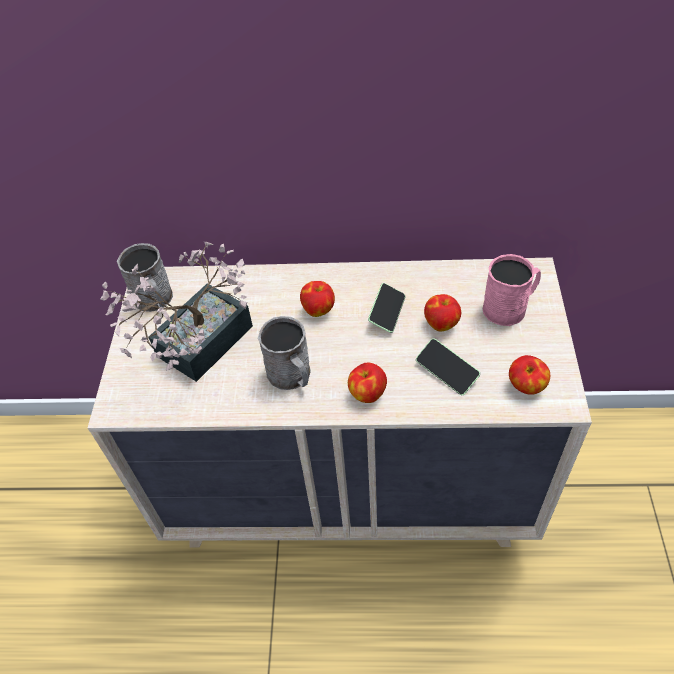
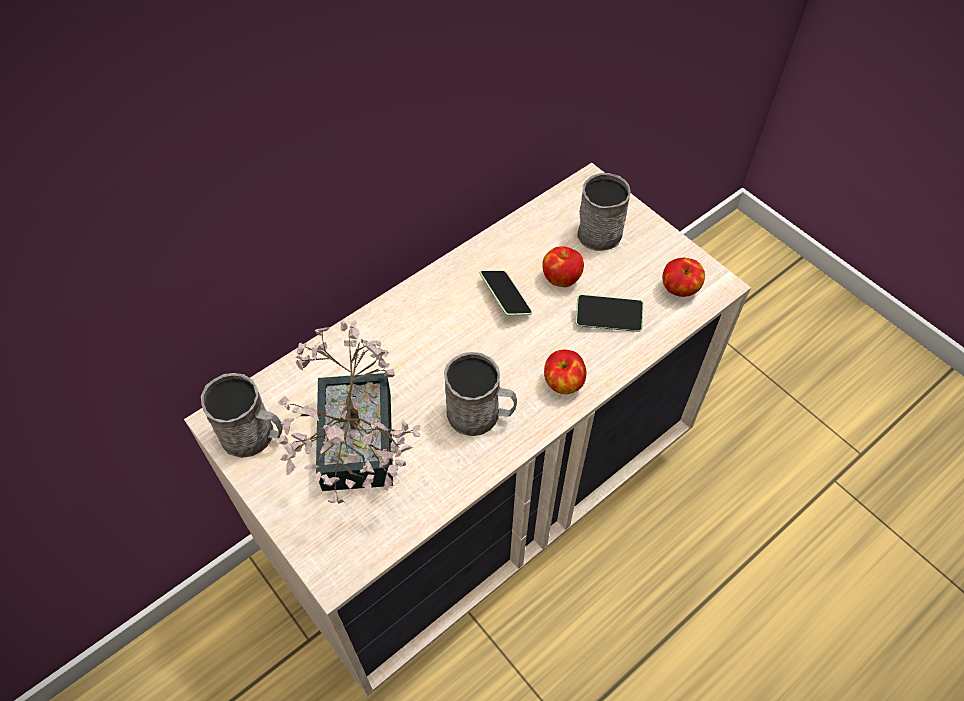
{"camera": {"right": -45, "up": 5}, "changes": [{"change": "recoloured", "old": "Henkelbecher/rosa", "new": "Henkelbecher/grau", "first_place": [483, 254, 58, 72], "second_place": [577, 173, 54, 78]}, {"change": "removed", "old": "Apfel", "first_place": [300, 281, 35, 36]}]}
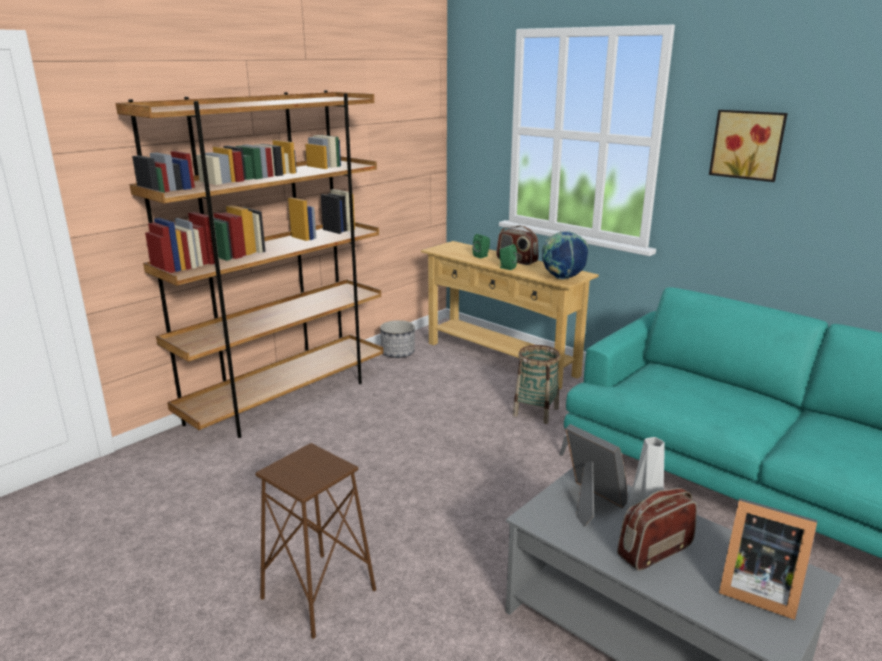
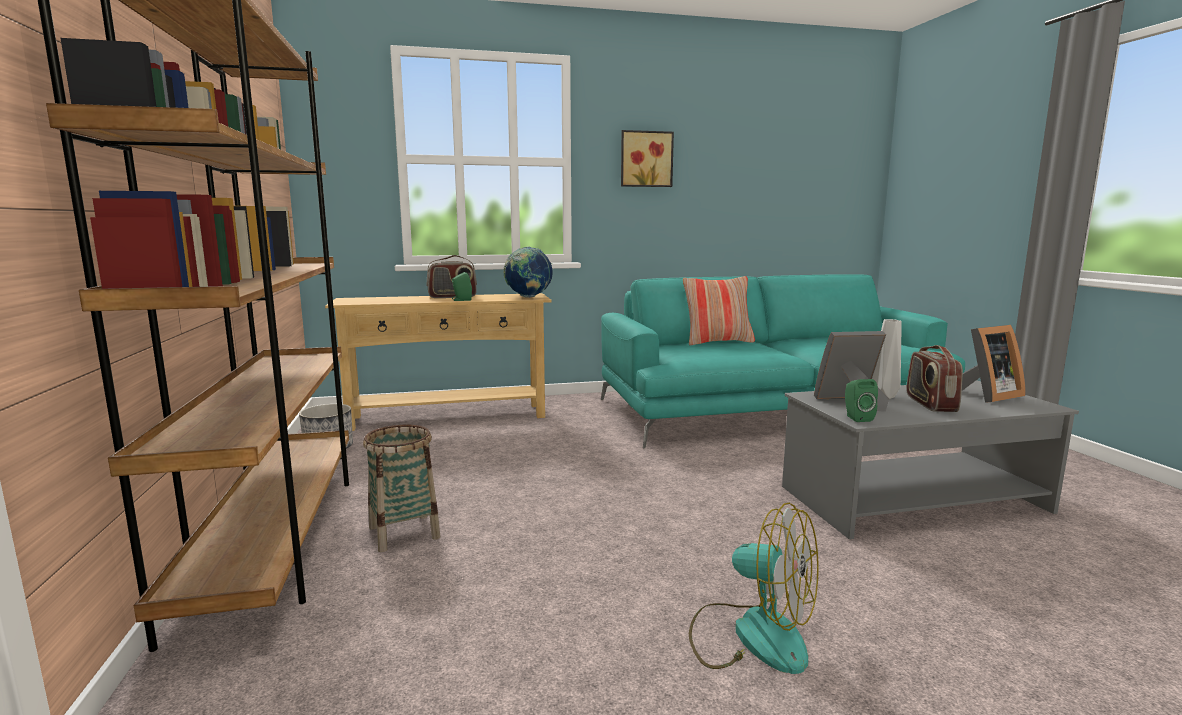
{"camera": {"right": -55, "up": -10}, "changes": [{"change": "moved", "old": "Lautsprecher/grün", "first_place": [472, 234, 18, 24], "second_place": [845, 379, 33, 43]}, {"change": "moved", "old": "Korb", "first_place": [513, 345, 47, 79], "second_place": [363, 424, 77, 128]}, {"change": "replaced", "old": "Hocker/braun", "new": "Ventilator", "first_place": [256, 443, 120, 196], "second_place": [689, 503, 130, 171]}, {"change": "added", "new": "Kissen", "second_place": [683, 276, 72, 69]}]}
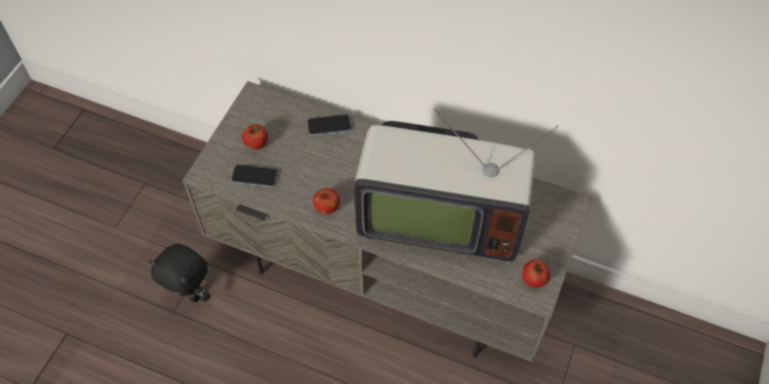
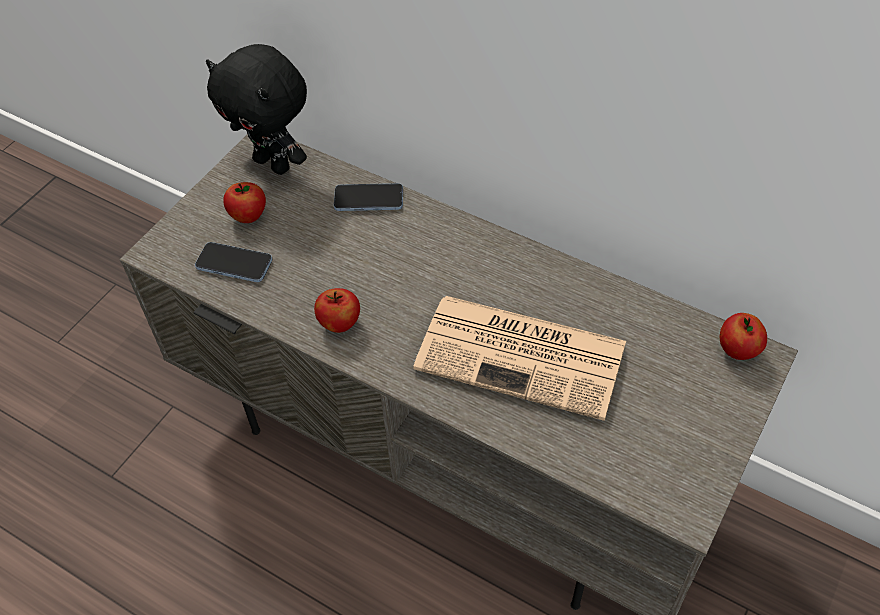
{"camera": {"right": 10, "up": -5}, "changes": [{"change": "replaced", "old": "Fernseher", "new": "Zeitung", "first_place": [354, 108, 204, 153], "second_place": [413, 296, 213, 125]}, {"change": "moved", "old": "Plüschtier/schwarz", "first_place": [149, 244, 62, 58], "second_place": [206, 44, 101, 131]}, {"change": "moved", "old": "Apfel", "first_place": [522, 259, 28, 29], "second_place": [720, 313, 47, 47]}]}
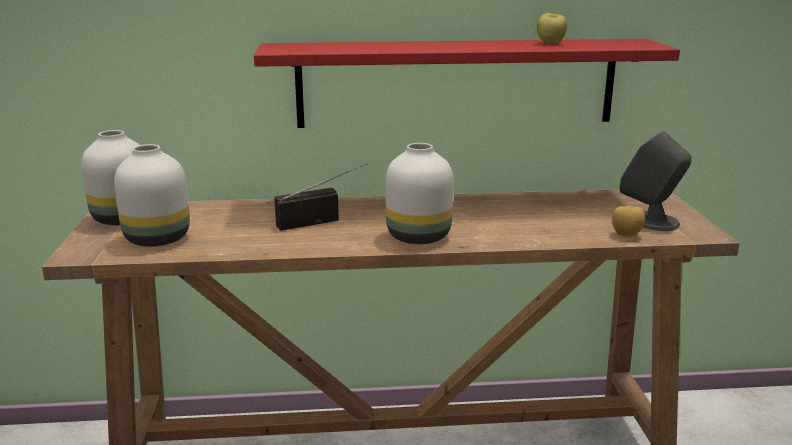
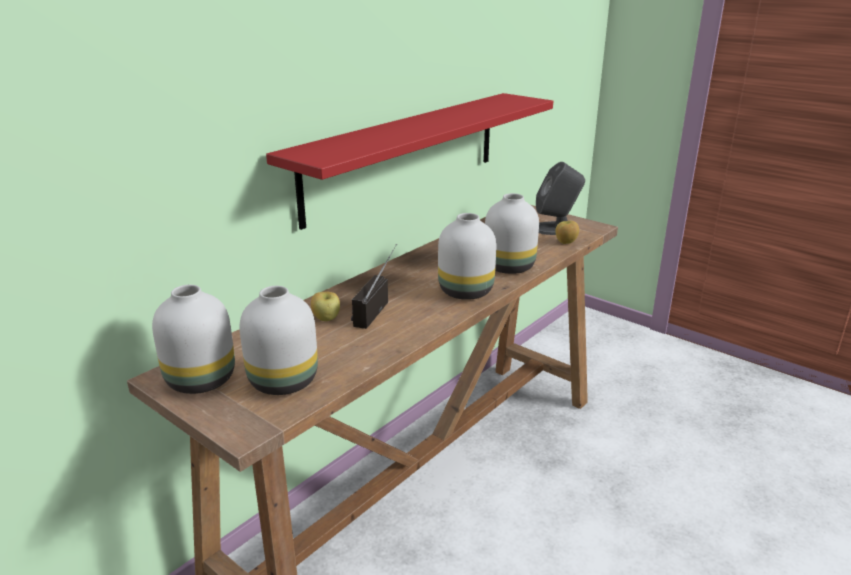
{"camera": {"right": -45, "up": 5}, "changes": [{"change": "moved", "old": "Apfel", "first_place": [537, 13, 30, 31], "second_place": [311, 291, 29, 30]}, {"change": "added", "new": "Vase/weiß", "second_place": [485, 193, 54, 81]}]}
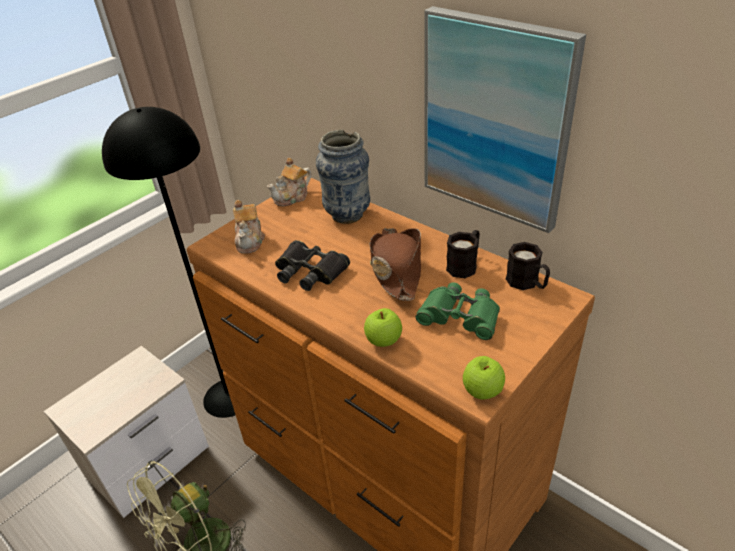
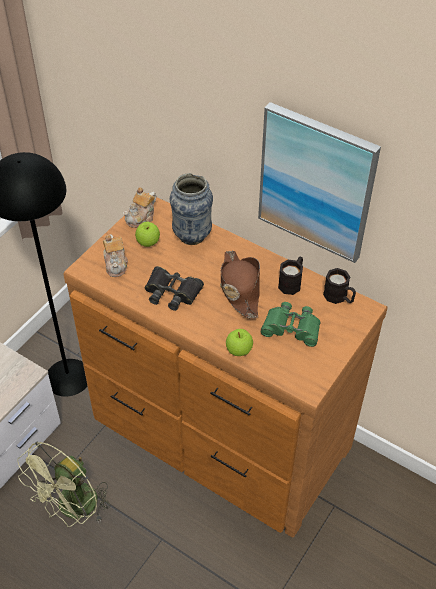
{"camera": {"right": -10, "up": 10}, "changes": [{"change": "moved", "old": "Apfel", "first_place": [463, 356, 42, 44], "second_place": [135, 222, 25, 25]}]}
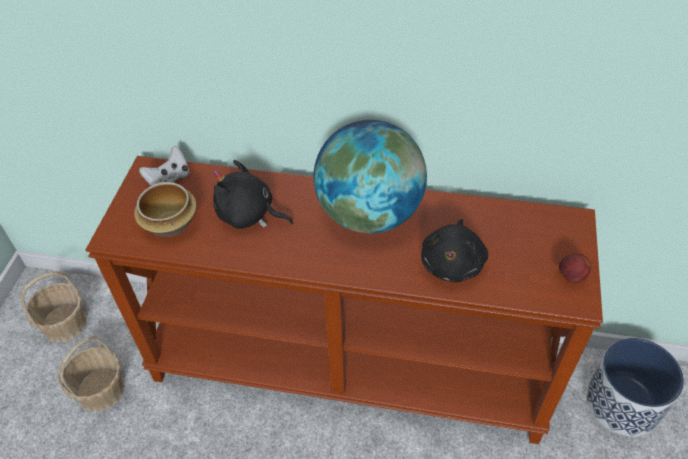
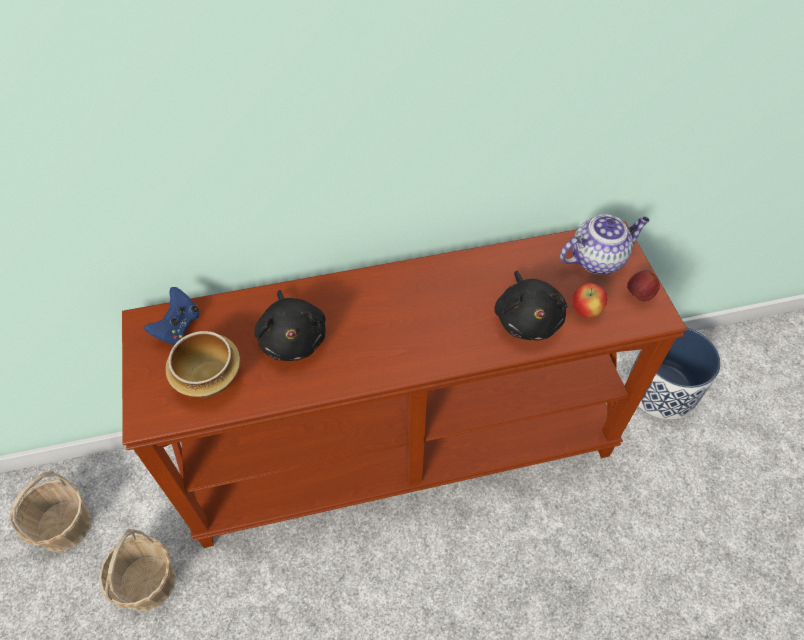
{"camera": {"right": -25, "up": 5}, "changes": [{"change": "removed", "old": "Globus", "first_place": [314, 120, 113, 113]}, {"change": "recoloured", "old": "Gamepad/weiß", "new": "Gamepad/blau", "first_place": [139, 146, 51, 40], "second_place": [144, 287, 56, 58]}, {"change": "turned", "old": "Plüschtier/schwarz", "first_place": [213, 160, 80, 69], "second_place": [254, 290, 71, 71], "degrees": -105}, {"change": "added", "new": "Teekanne", "second_place": [560, 214, 90, 60]}, {"change": "added", "new": "Apfel", "second_place": [572, 283, 35, 35]}]}
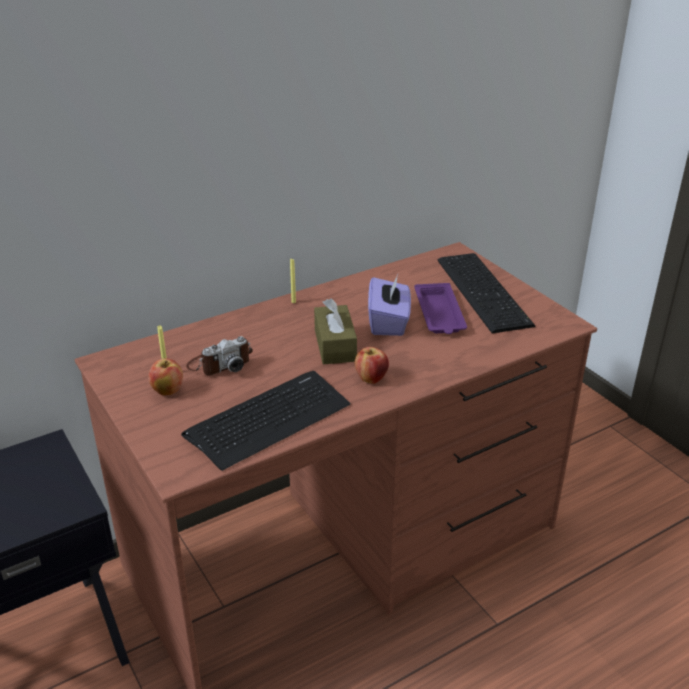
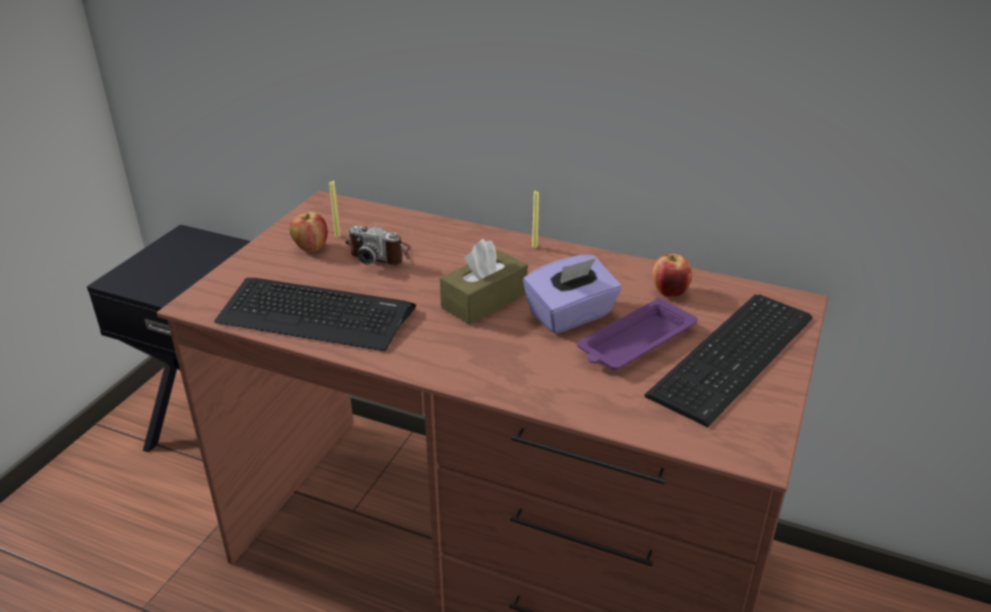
{"camera": {"right": 55, "up": 0}, "changes": [{"change": "moved", "old": "Apfel", "first_place": [355, 347, 34, 37], "second_place": [653, 254, 39, 43]}]}
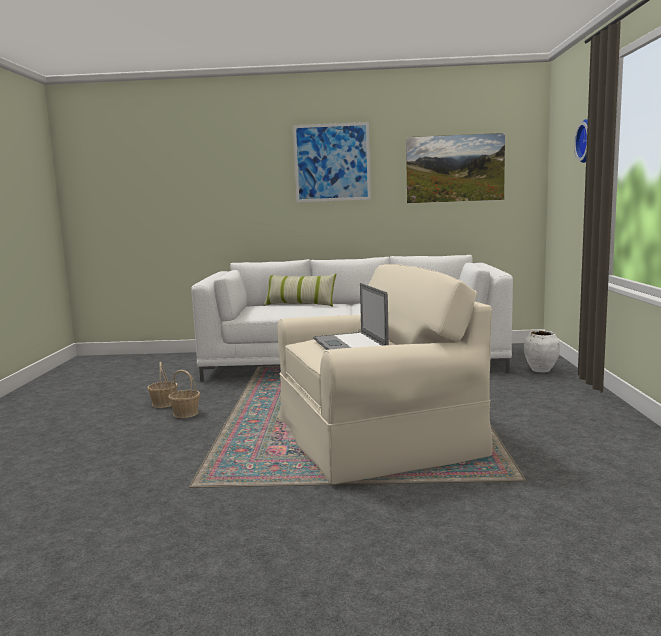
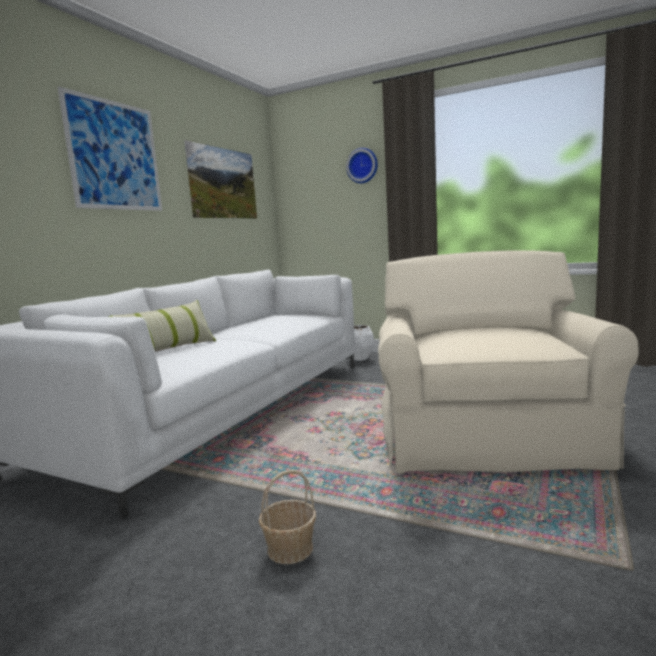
{"camera": {"right": -65, "up": 0}, "changes": [{"change": "removed", "old": "Laptop", "first_place": [313, 283, 76, 67]}, {"change": "removed", "old": "Korb", "first_place": [147, 362, 31, 46]}]}
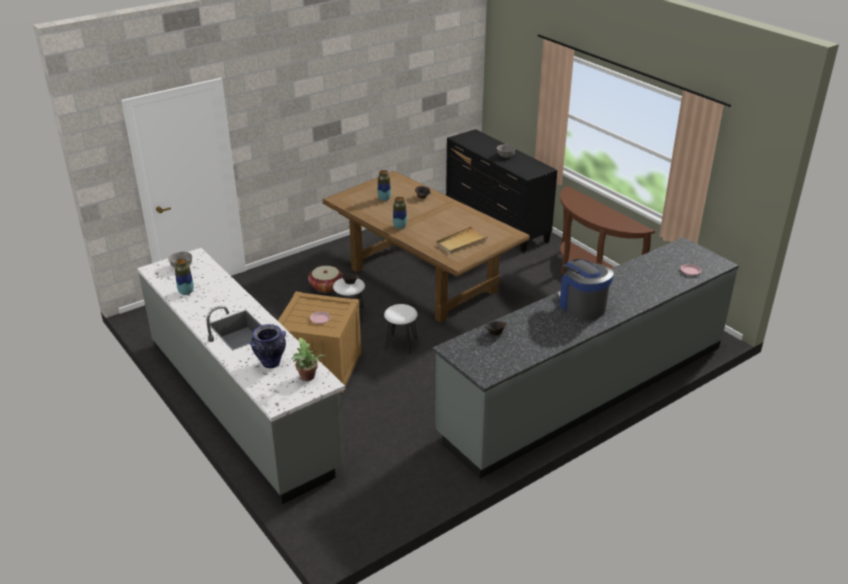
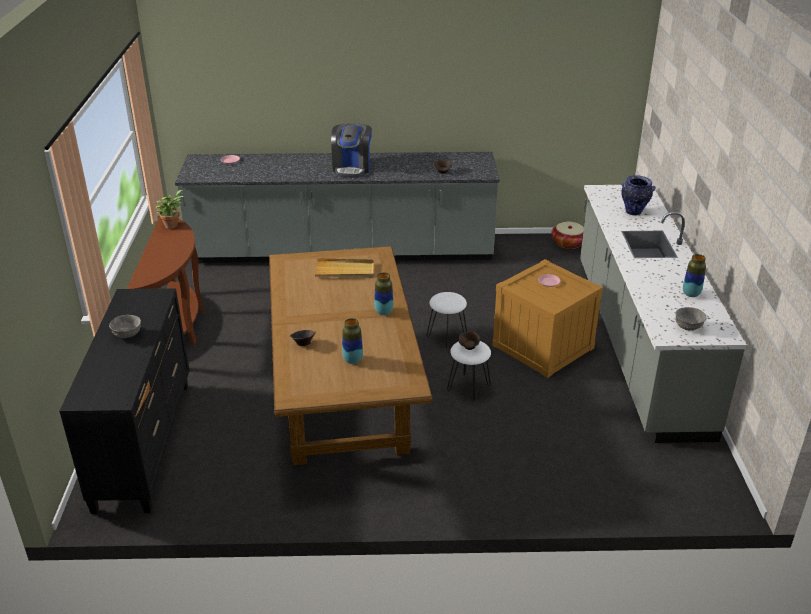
{"camera": {"right": -145, "up": 0}, "changes": [{"change": "moved", "old": "Korb", "first_place": [308, 266, 35, 27], "second_place": [552, 222, 32, 27]}, {"change": "moved", "old": "Topfpflanze", "first_place": [292, 338, 33, 43], "second_place": [155, 190, 29, 39]}]}
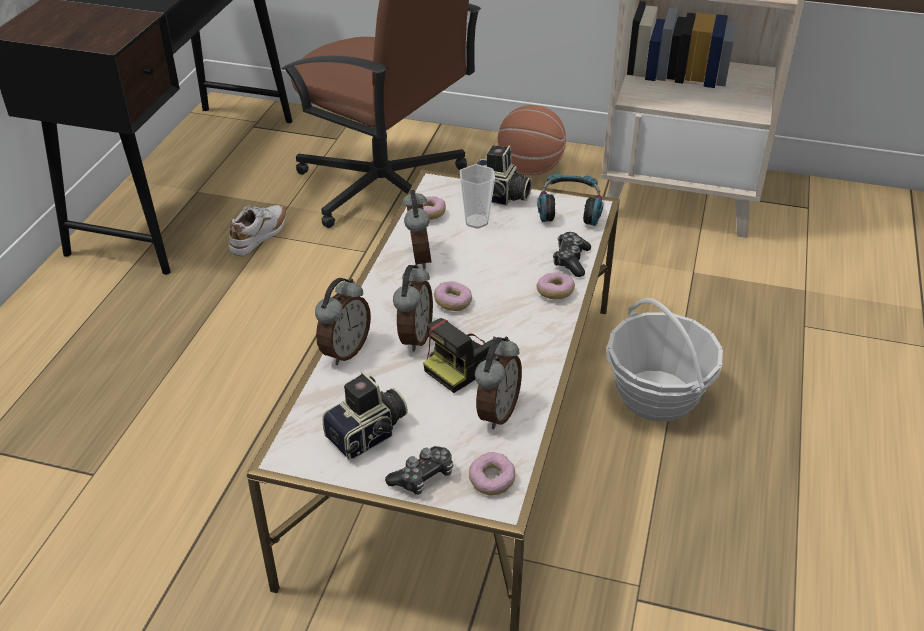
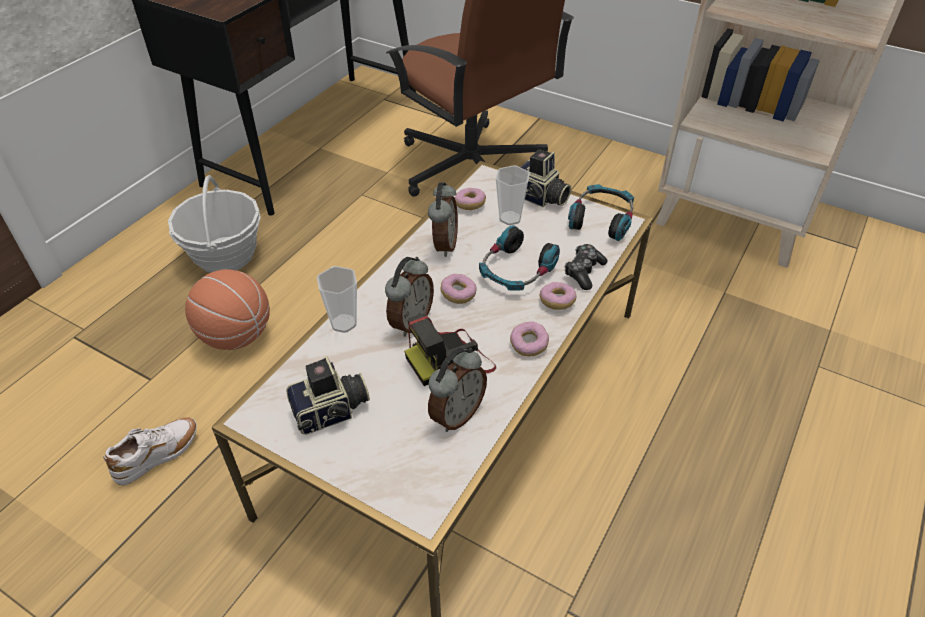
{"camera": {"right": 15, "up": 5}, "changes": [{"change": "moved", "old": "Basketball", "first_place": [498, 105, 68, 70], "second_place": [185, 269, 85, 81]}, {"change": "moved", "old": "Schuh/weiß", "first_place": [229, 204, 57, 52], "second_place": [103, 417, 94, 68]}, {"change": "replaced", "old": "Wecker", "new": "Tasse", "first_place": [315, 278, 56, 87], "second_place": [317, 266, 40, 67]}, {"change": "moved", "old": "Korb", "first_place": [606, 298, 117, 124], "second_place": [168, 175, 93, 98]}, {"change": "removed", "old": "Gamepad", "first_place": [385, 446, 68, 49]}, {"change": "moved", "old": "Donut", "first_place": [469, 452, 46, 44], "second_place": [510, 321, 39, 35]}, {"change": "added", "new": "Kopfhörer", "second_place": [479, 225, 81, 66]}]}
